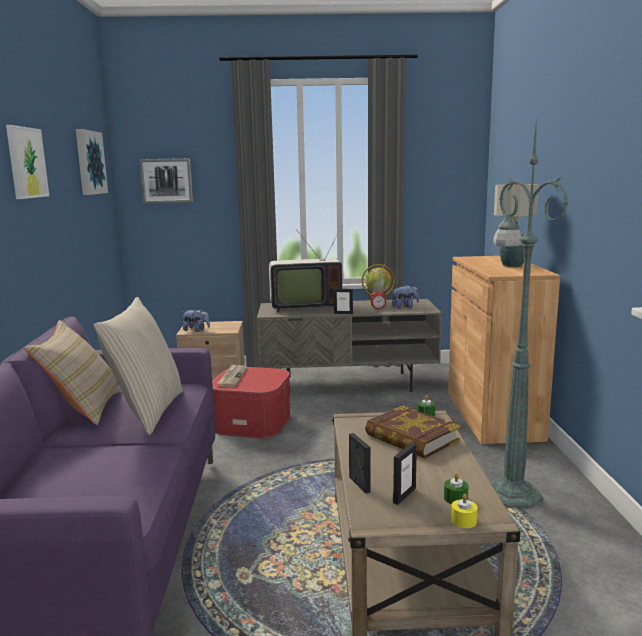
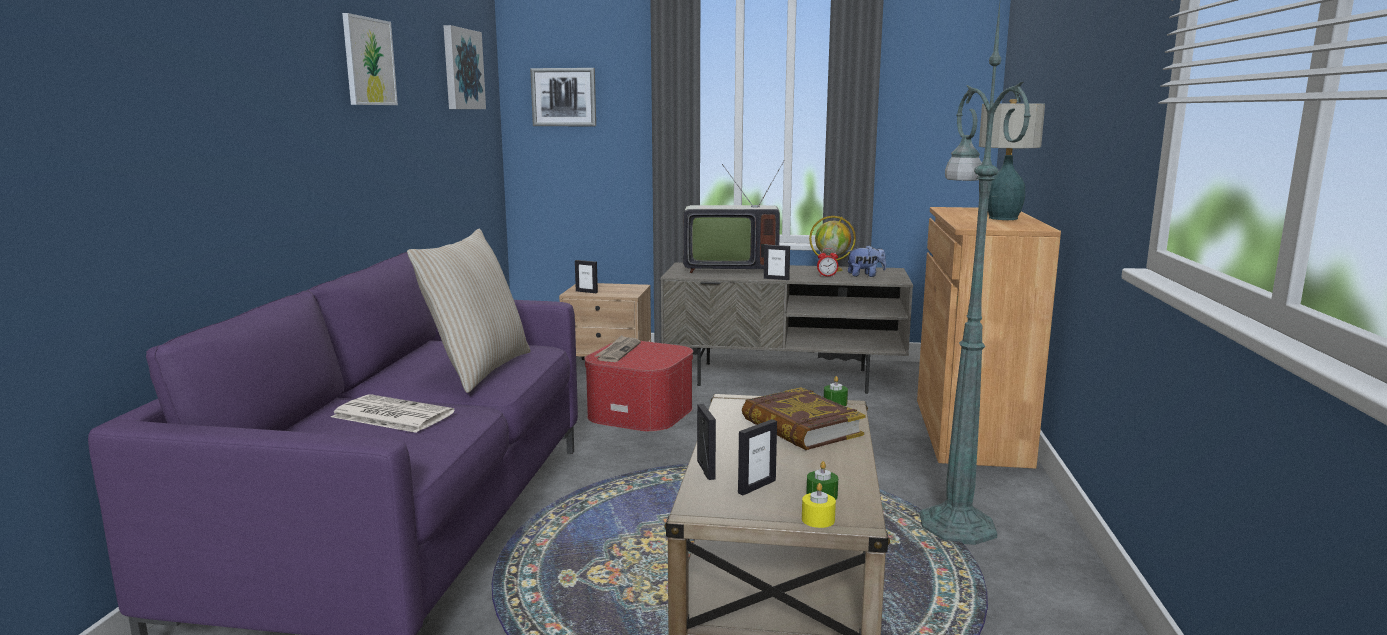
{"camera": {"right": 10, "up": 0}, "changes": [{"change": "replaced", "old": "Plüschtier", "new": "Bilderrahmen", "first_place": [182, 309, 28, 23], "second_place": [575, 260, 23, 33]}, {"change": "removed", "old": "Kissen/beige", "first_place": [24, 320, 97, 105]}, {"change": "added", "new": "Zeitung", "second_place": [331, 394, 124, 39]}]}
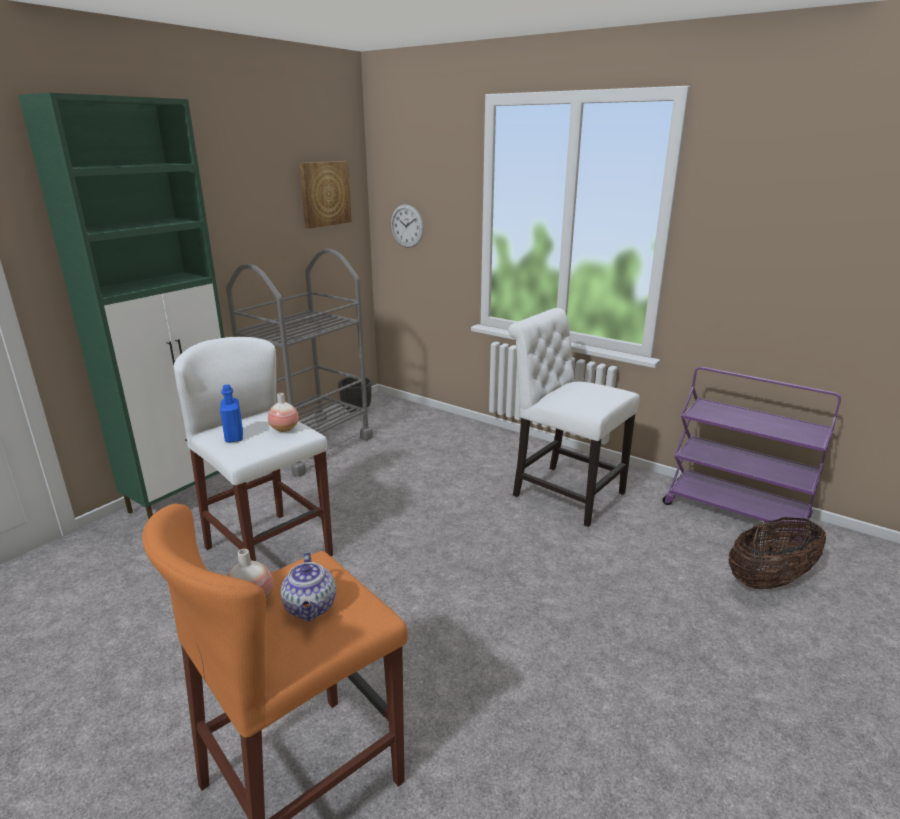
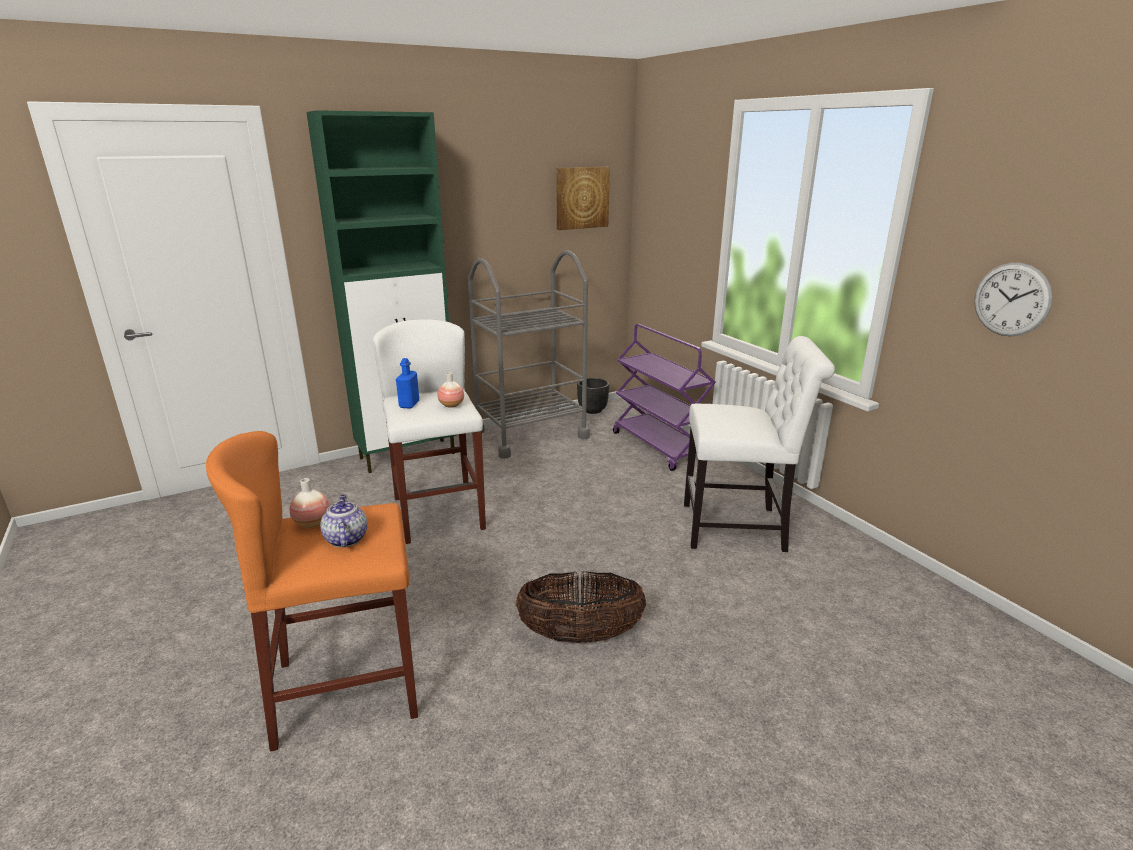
{"camera": {"right": 25, "up": 0}, "changes": [{"change": "moved", "old": "Wanduhr", "first_place": [391, 204, 33, 44], "second_place": [974, 263, 79, 74]}, {"change": "turned", "old": "Stuhl/weiß", "first_place": [509, 308, 131, 219], "second_place": [684, 336, 151, 216], "degrees": 120}, {"change": "moved", "old": "Rollwagen/lila", "first_place": [662, 367, 179, 176], "second_place": [613, 324, 103, 147]}, {"change": "moved", "old": "Korb", "first_place": [728, 517, 98, 72], "second_place": [516, 571, 130, 72]}, {"change": "turned", "old": "Teekanne", "first_place": [281, 552, 55, 70], "second_place": [320, 495, 47, 52], "degrees": 150}]}
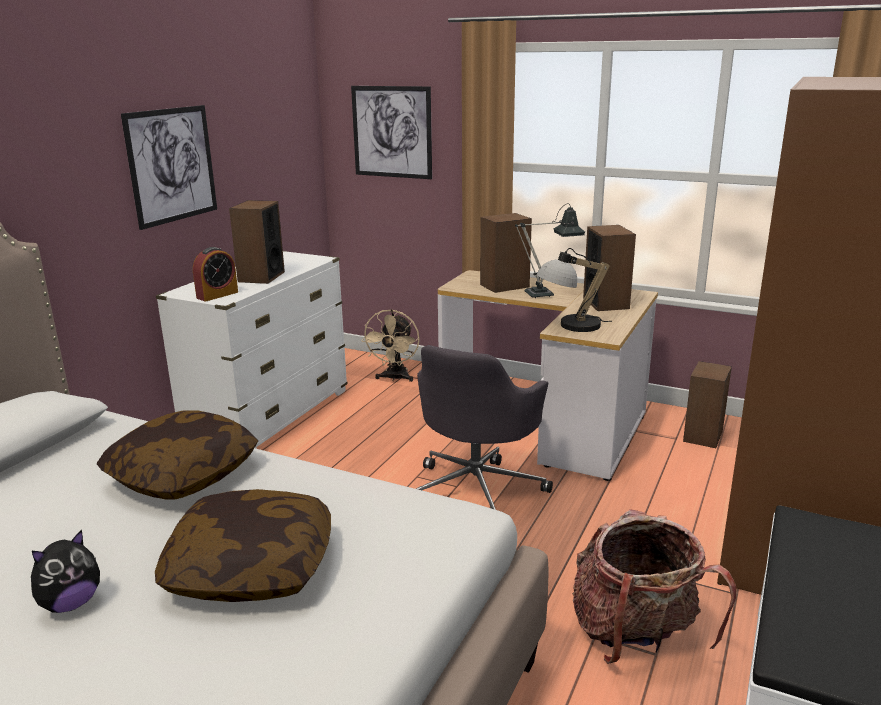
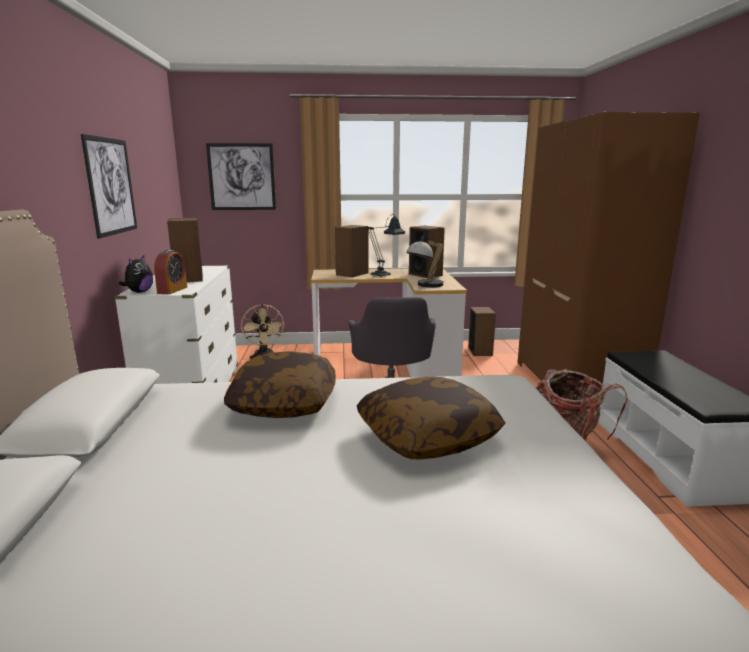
{"camera": {"right": -30, "up": -5}, "changes": [{"change": "moved", "old": "Plüschtier", "first_place": [31, 530, 69, 83], "second_place": [119, 256, 34, 37]}]}
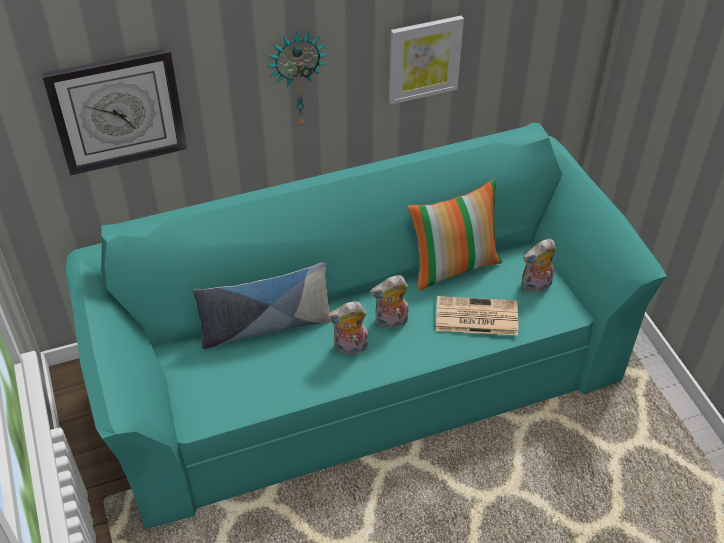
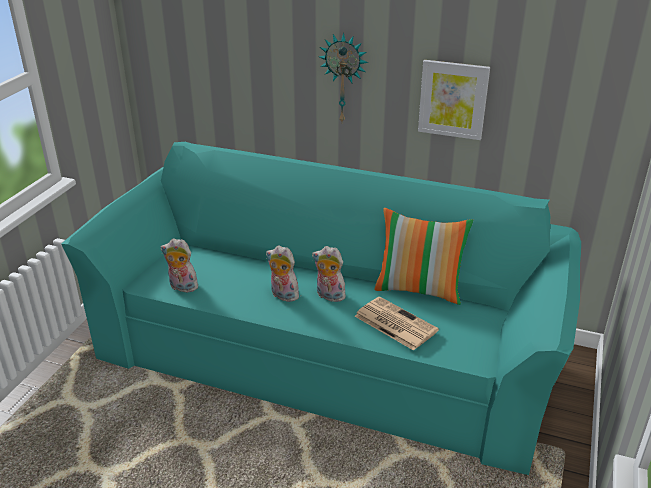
{"camera": {"right": 40, "up": -15}, "changes": [{"change": "removed", "old": "Wanduhr", "first_place": [42, 48, 145, 128]}, {"change": "moved", "old": "Plüschtier", "first_place": [521, 239, 35, 54], "second_place": [161, 238, 41, 54]}, {"change": "removed", "old": "Kissen", "first_place": [193, 262, 138, 87]}]}
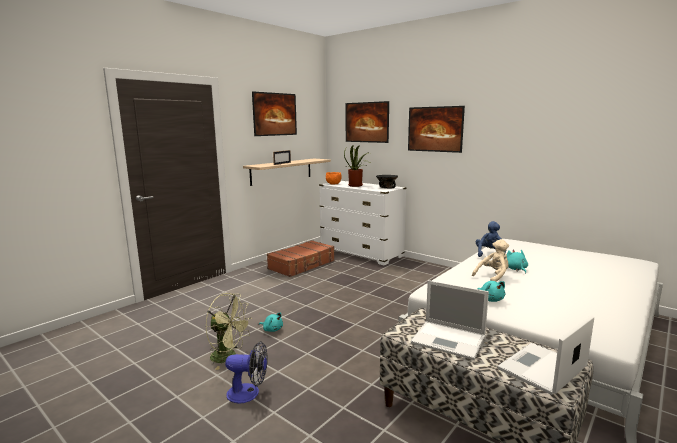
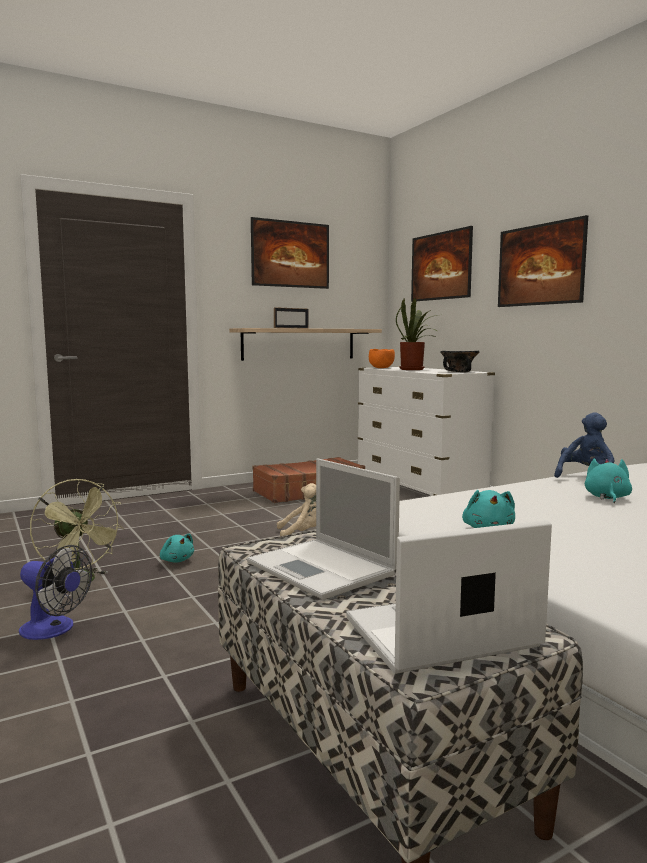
{"camera": {"right": 20, "up": -5}, "changes": [{"change": "moved", "old": "Plüschtier/beige", "first_place": [472, 239, 37, 42], "second_place": [277, 483, 39, 53]}]}
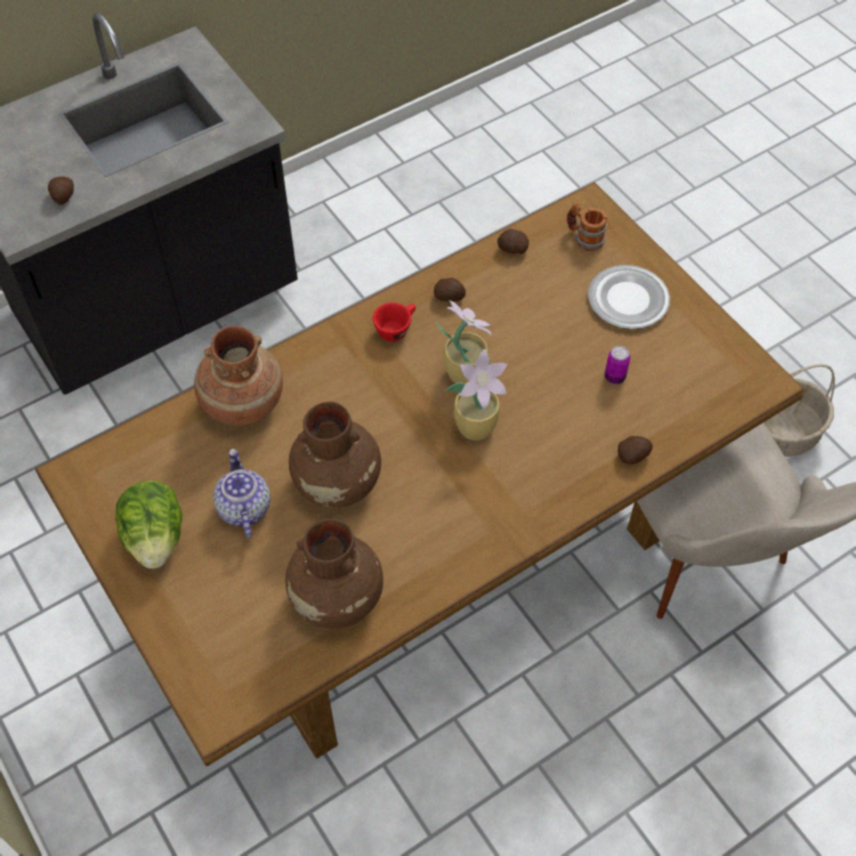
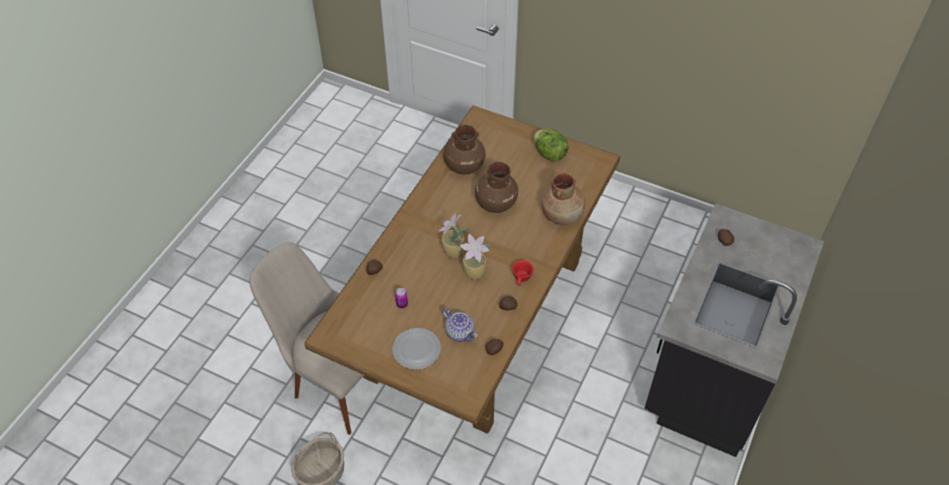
{"camera": {"right": 150, "up": -5}, "changes": [{"change": "removed", "old": "Henkelbecher", "first_place": [567, 202, 40, 49]}, {"change": "moved", "old": "Teekanne", "first_place": [213, 449, 57, 89], "second_place": [442, 308, 35, 34]}]}
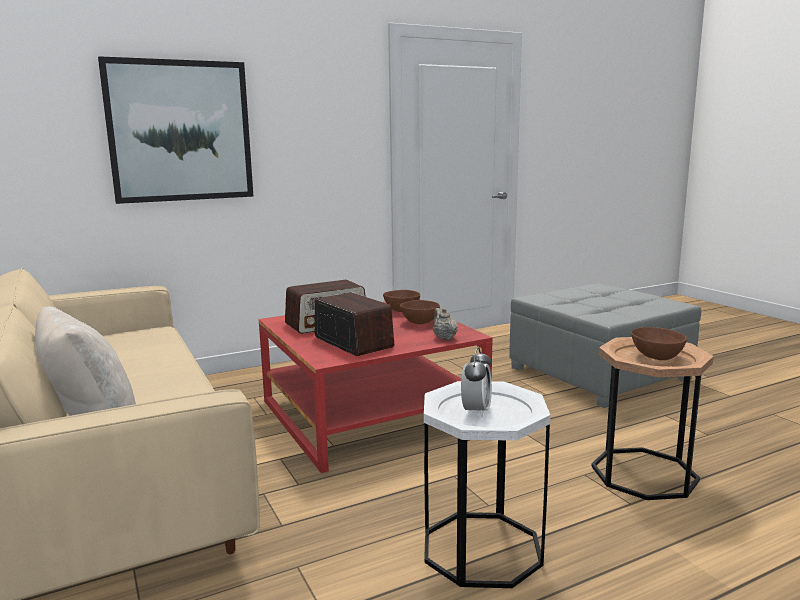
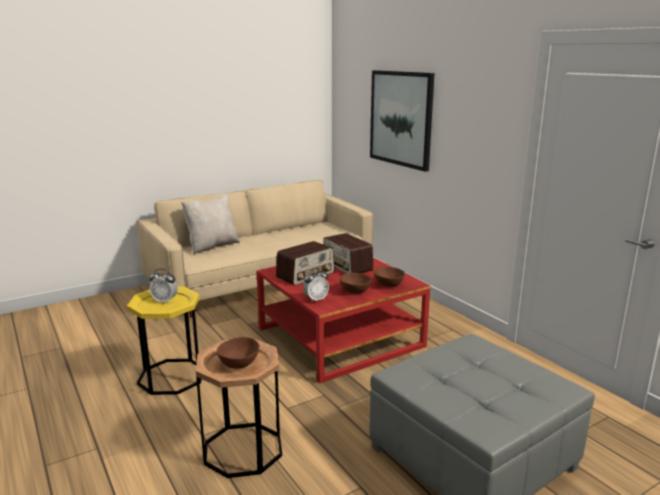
{"camera": {"right": 85, "up": 5}, "changes": [{"change": "replaced", "old": "Teekanne/beige", "new": "Wecker", "first_place": [433, 308, 25, 32], "second_place": [303, 268, 26, 35]}, {"change": "recoloured", "old": "Beistelltisch/weiß", "new": "Beistelltisch/gelb", "first_place": [424, 381, 126, 207], "second_place": [127, 287, 75, 108]}]}
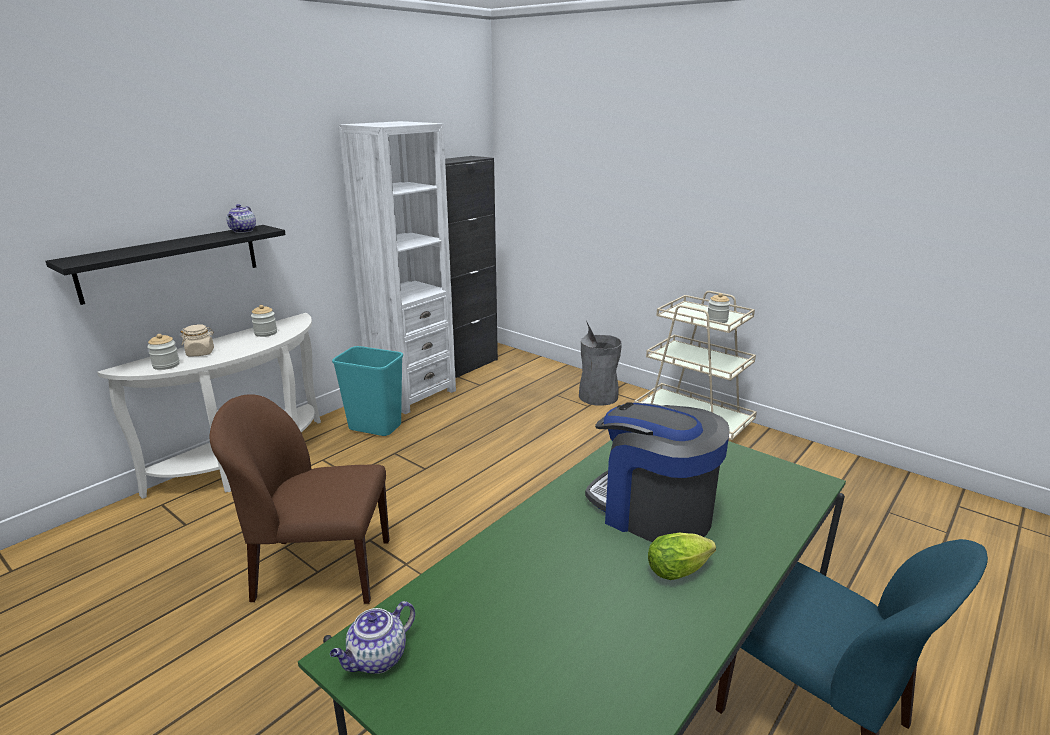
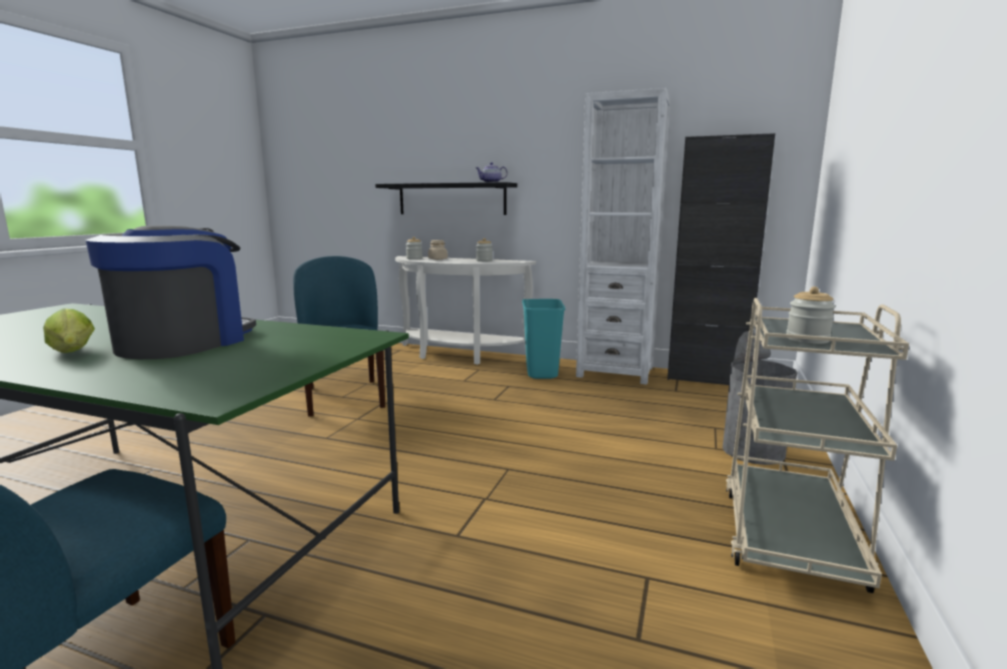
{"camera": {"right": 70, "up": -10}, "changes": [{"change": "recoloured", "old": "Stuhl/braun", "new": "Stuhl/blau", "first_place": [210, 394, 179, 210], "second_place": [293, 256, 92, 161]}, {"change": "removed", "old": "Teekanne", "first_place": [330, 601, 85, 73]}]}
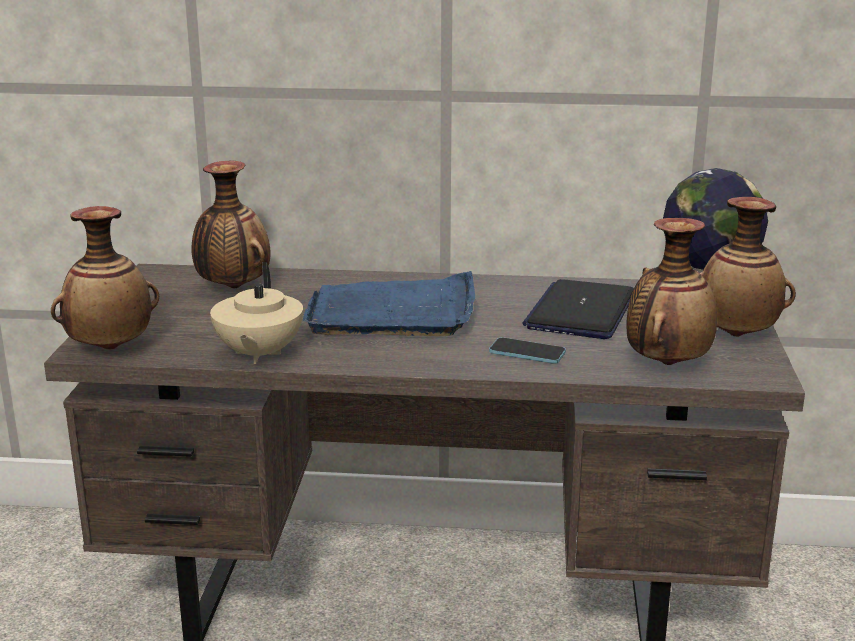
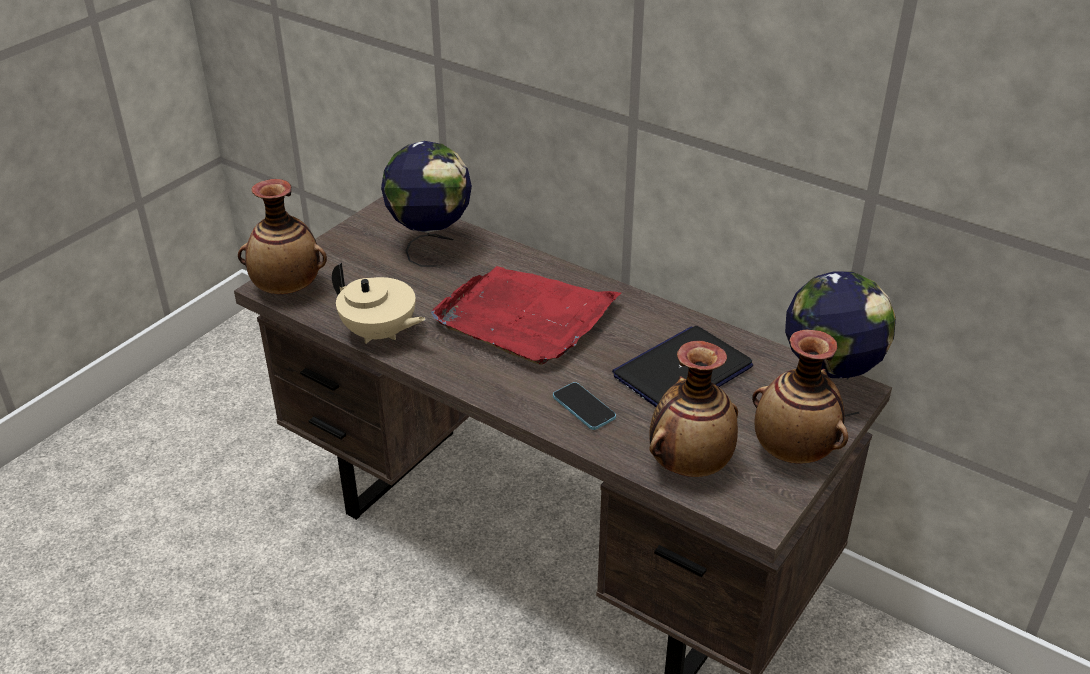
{"camera": {"right": 30, "up": 15}, "changes": [{"change": "replaced", "old": "Vase", "new": "Globus", "first_place": [192, 161, 79, 127], "second_place": [381, 141, 91, 126]}, {"change": "turned", "old": "Teekanne/beige", "first_place": [210, 262, 93, 102], "second_place": [332, 263, 94, 81], "degrees": -90}, {"change": "recoloured", "old": "Tablett/blau", "new": "Tablett/rot", "first_place": [303, 271, 172, 65], "second_place": [431, 266, 191, 99]}]}
